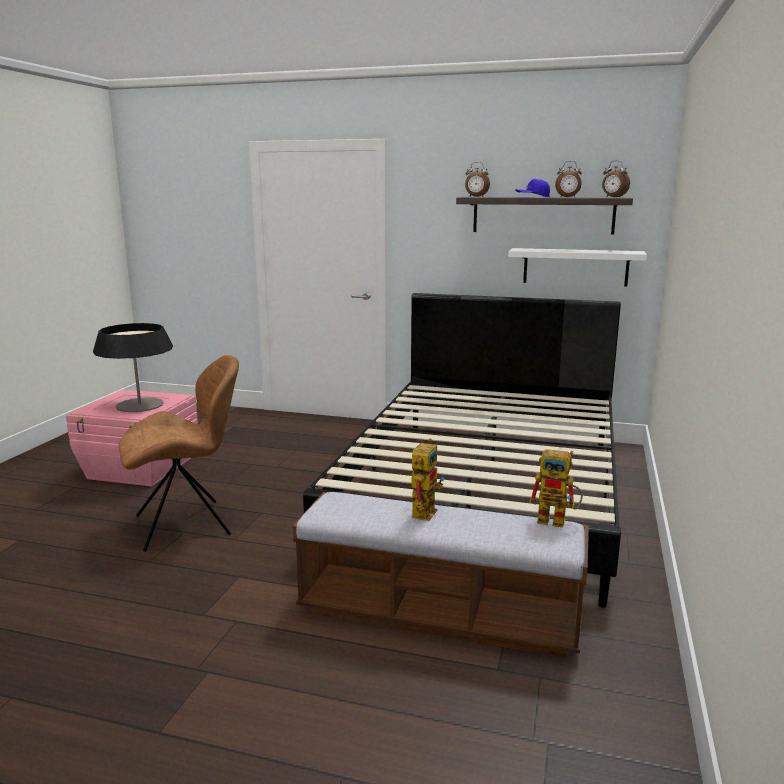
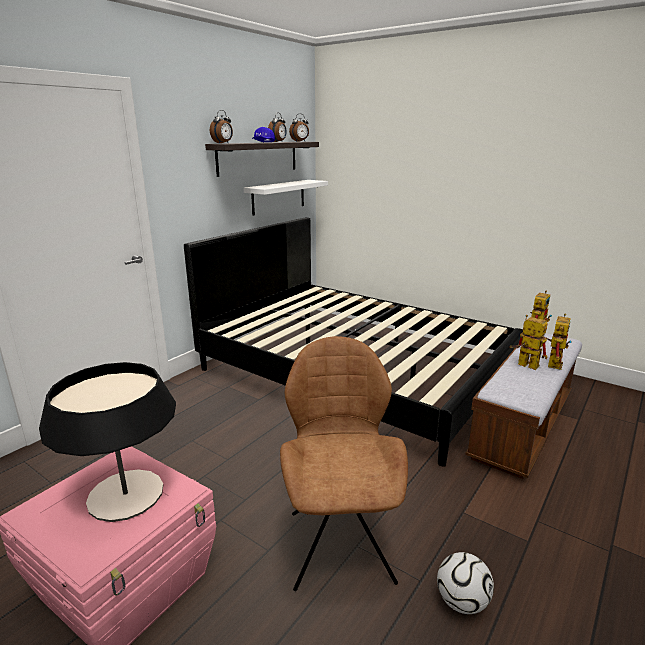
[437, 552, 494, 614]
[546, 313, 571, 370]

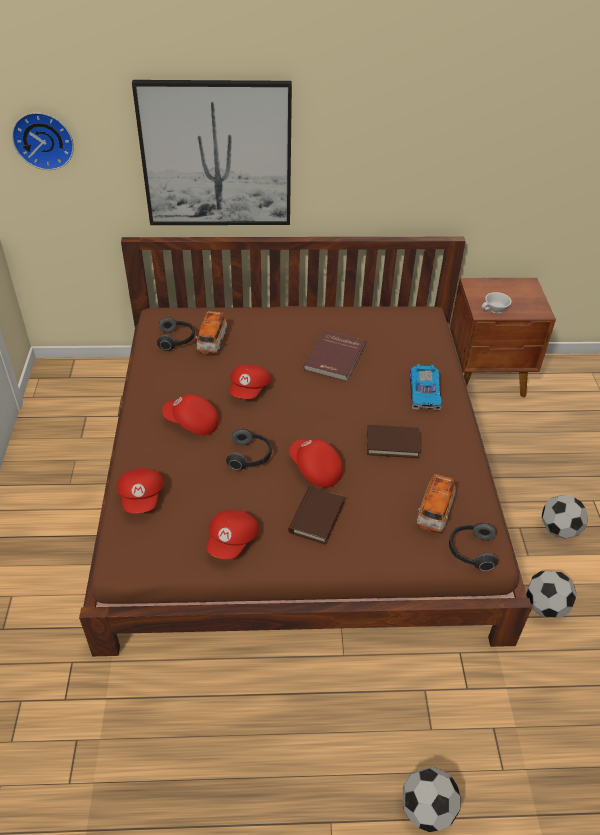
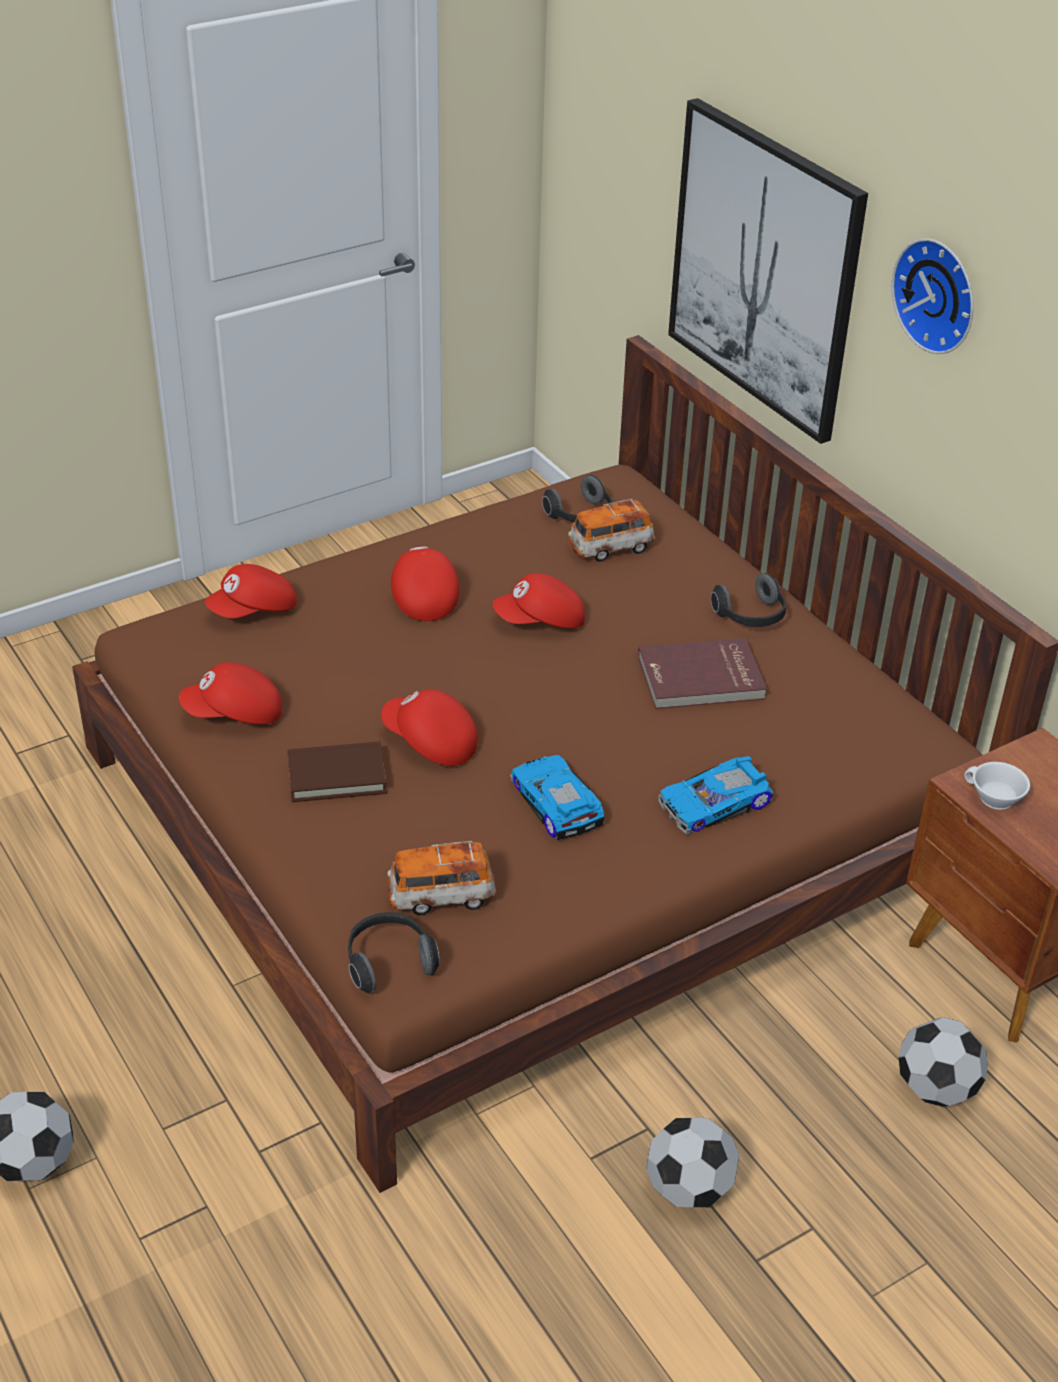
[381, 689, 478, 766]
[510, 755, 604, 840]
[711, 573, 786, 627]
[892, 238, 974, 354]
[899, 1017, 988, 1107]

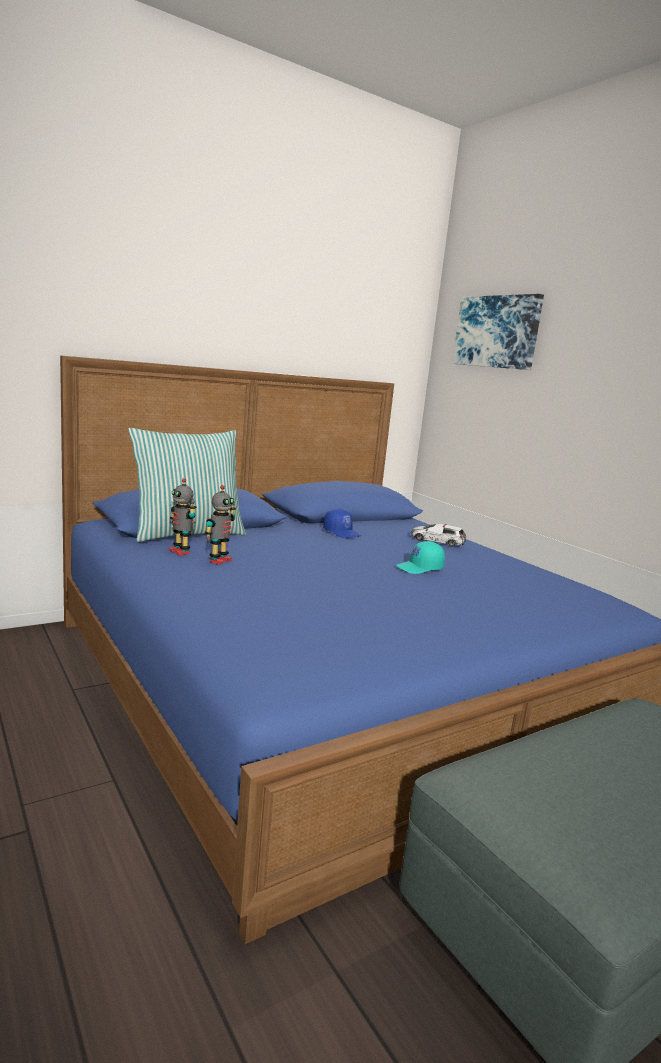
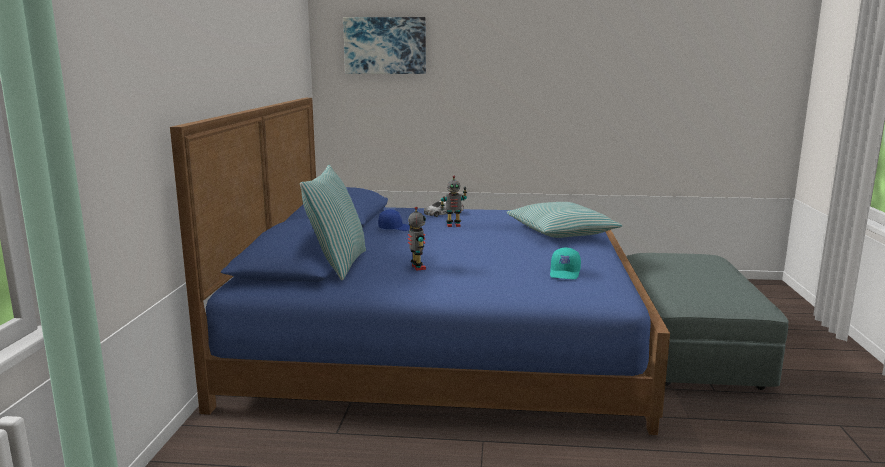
[440, 176, 467, 227]
[506, 202, 622, 238]
[550, 247, 581, 279]

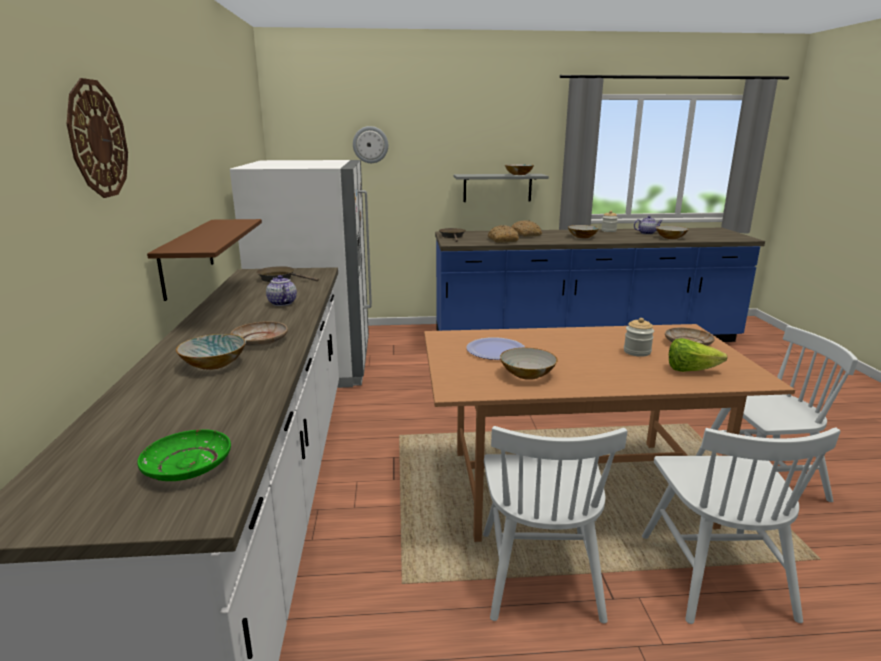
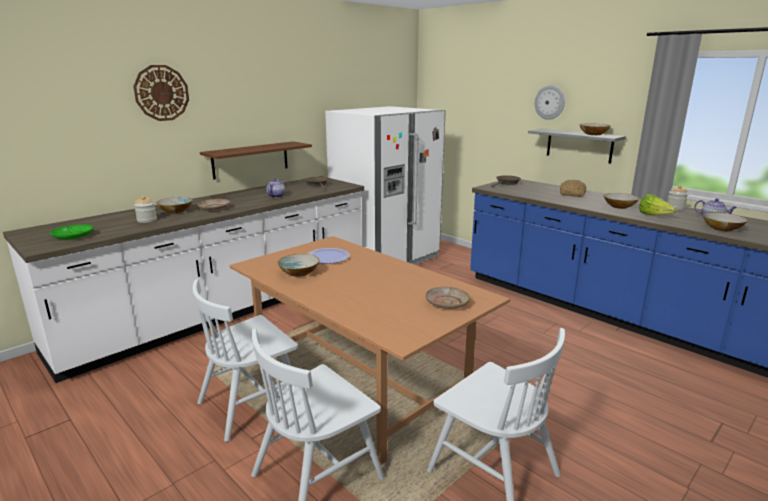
[134, 196, 157, 223]
[535, 86, 565, 120]
[639, 194, 677, 215]
[488, 225, 519, 243] (first image)

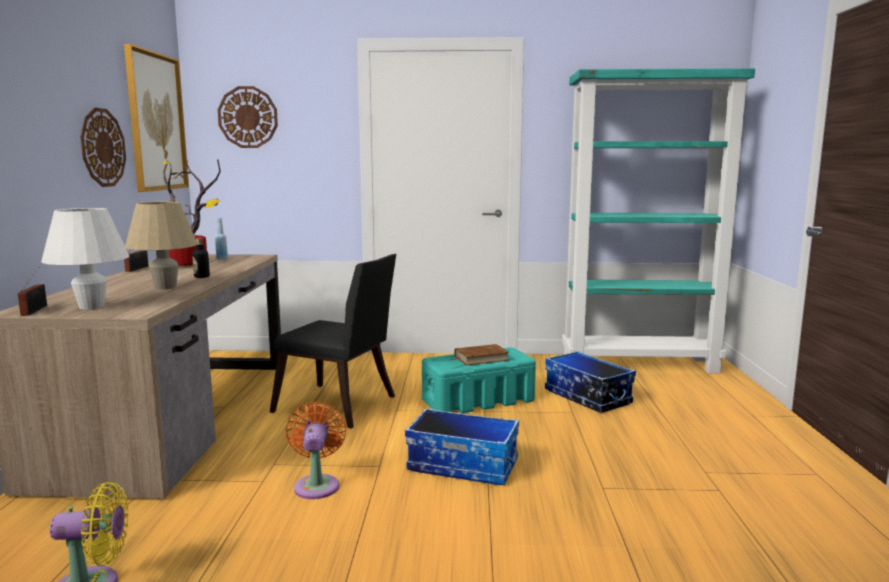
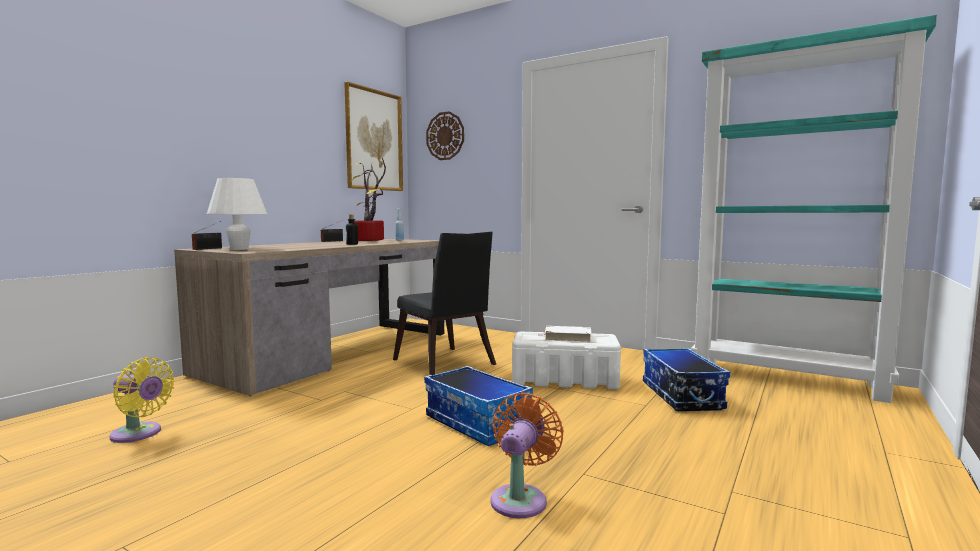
[491, 393, 564, 518]
[512, 332, 621, 389]
[544, 326, 592, 342]
[80, 108, 126, 187] (first image)
[125, 202, 198, 290] (first image)

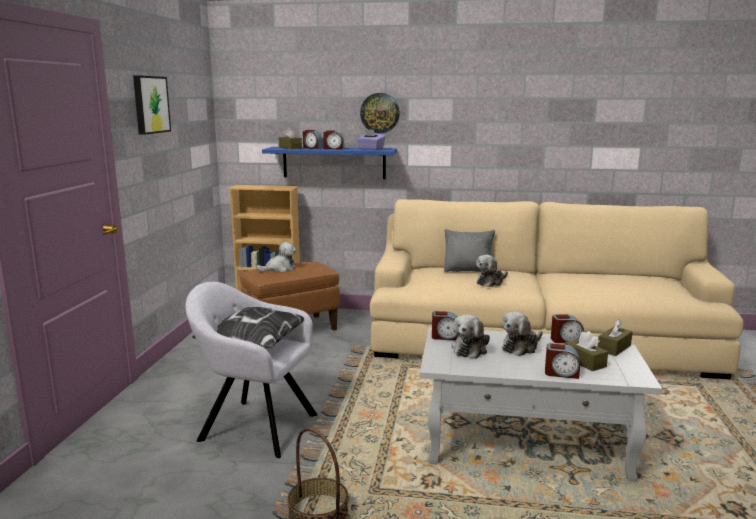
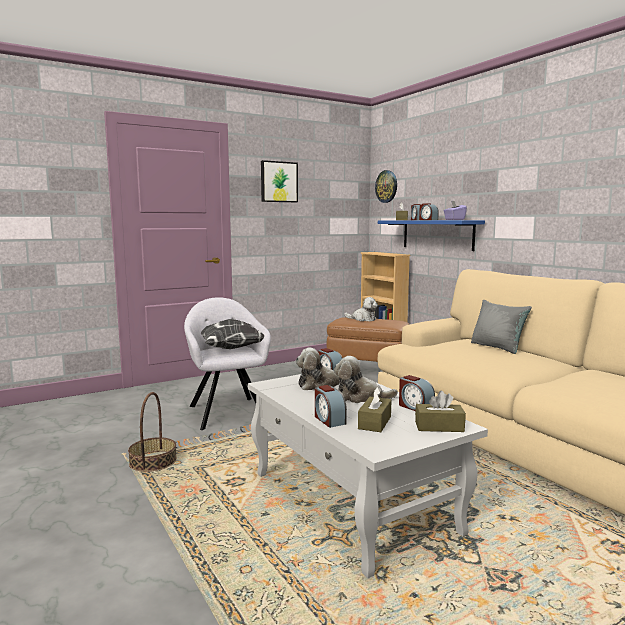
[375, 170, 397, 203]
[476, 255, 508, 287] (first image)

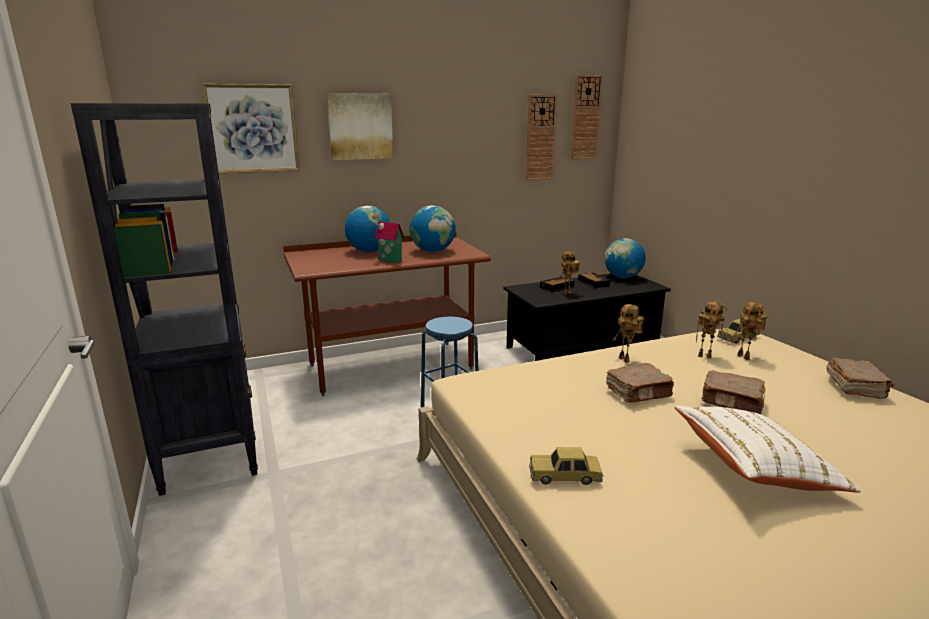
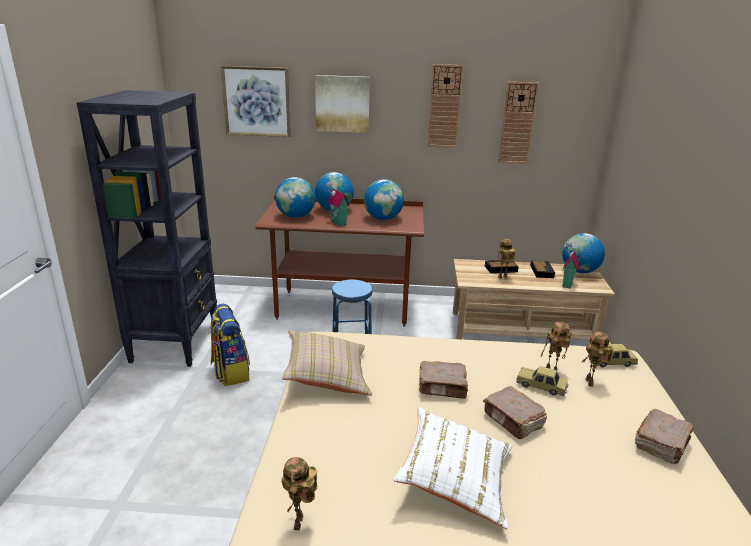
[211, 304, 250, 386]
[275, 177, 316, 218]
[281, 457, 318, 530]
[282, 330, 372, 396]
[428, 64, 464, 148]
[453, 259, 615, 340]
[516, 366, 568, 396]
[562, 242, 579, 289]

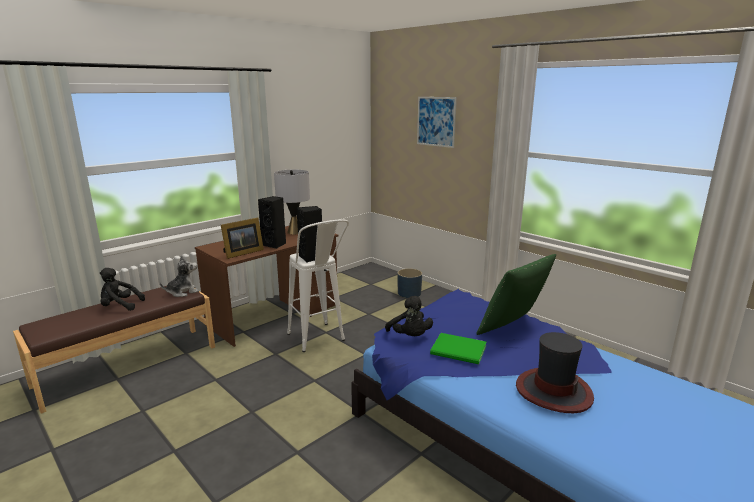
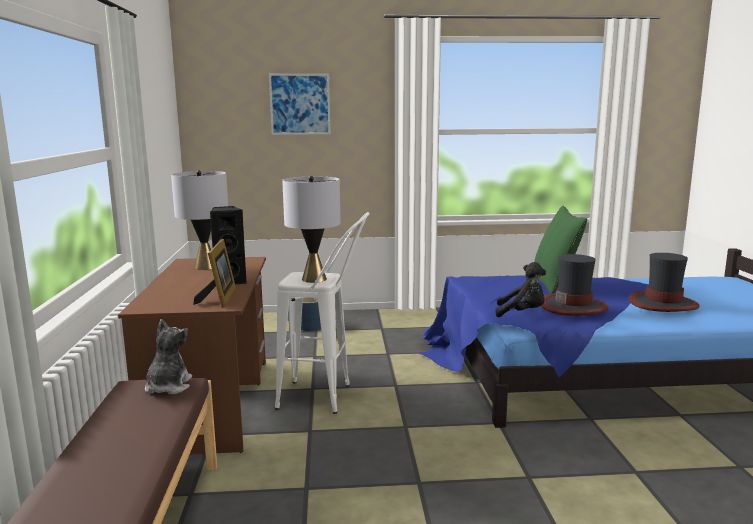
[282, 176, 341, 283]
[541, 254, 609, 316]
[100, 268, 145, 311] (first image)

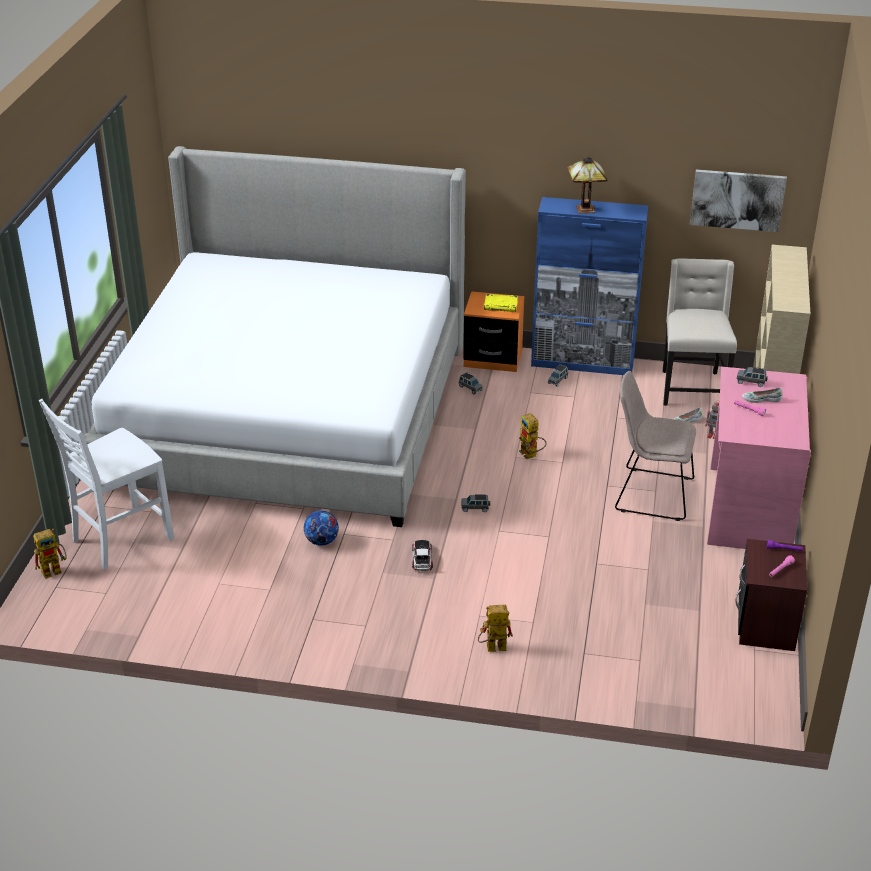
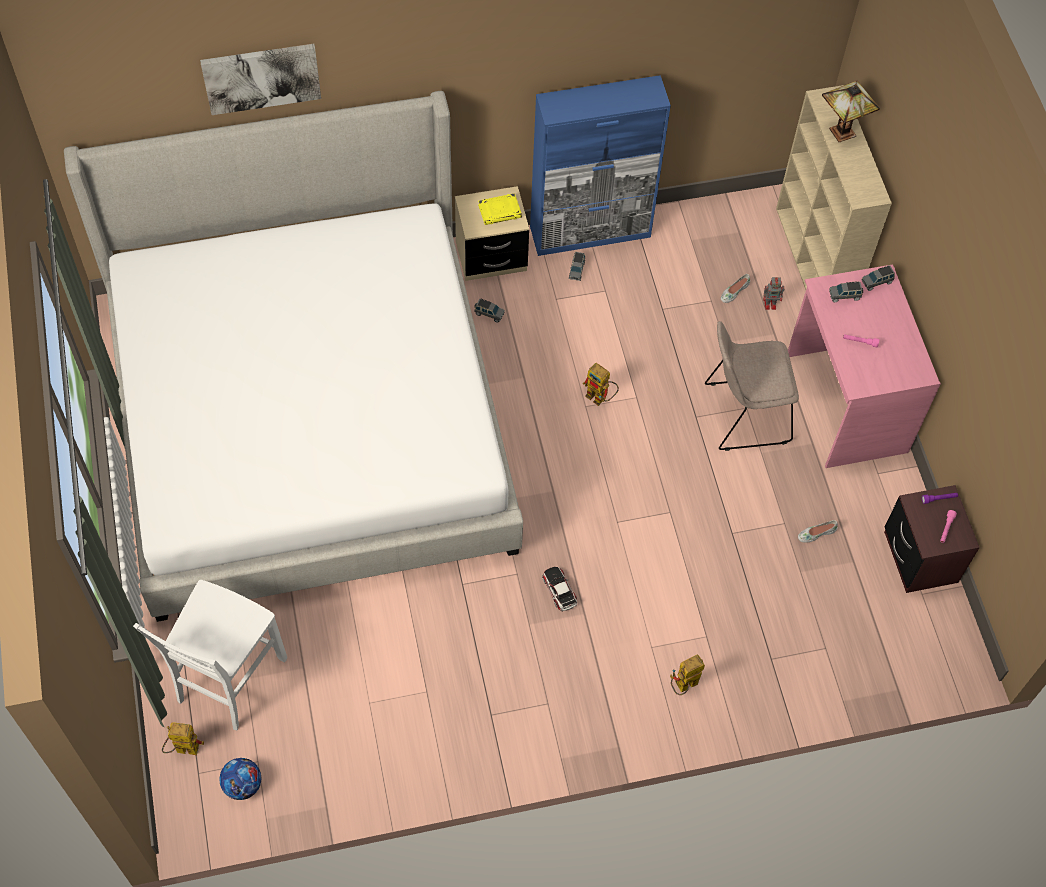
[162, 722, 204, 755]
[200, 43, 321, 115]
[220, 758, 261, 800]
[455, 186, 529, 281]
[798, 520, 838, 543]
[822, 80, 880, 143]
[861, 265, 895, 291]
[663, 258, 737, 406] (first image)

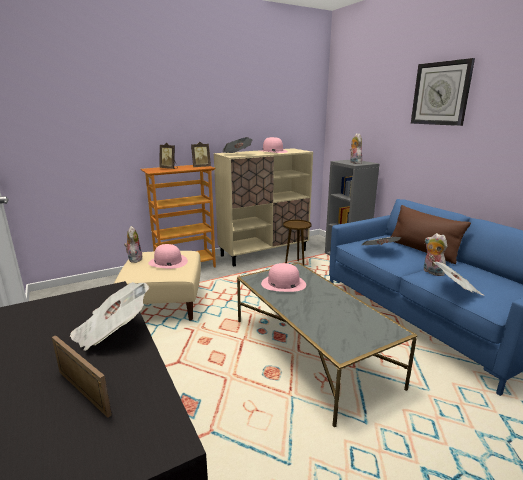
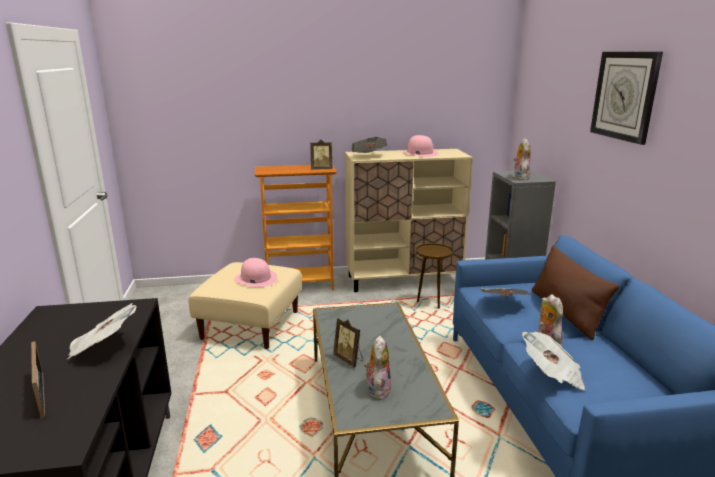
[333, 318, 363, 367]
[364, 336, 391, 400]
[261, 263, 306, 292] (first image)

